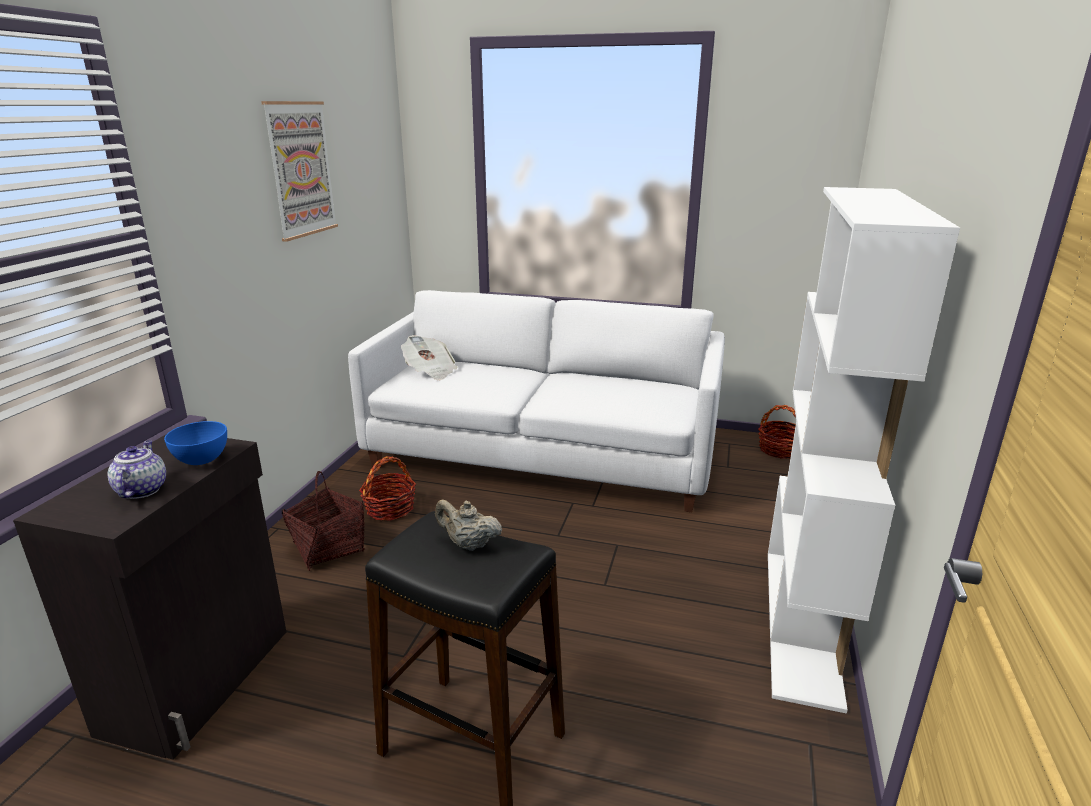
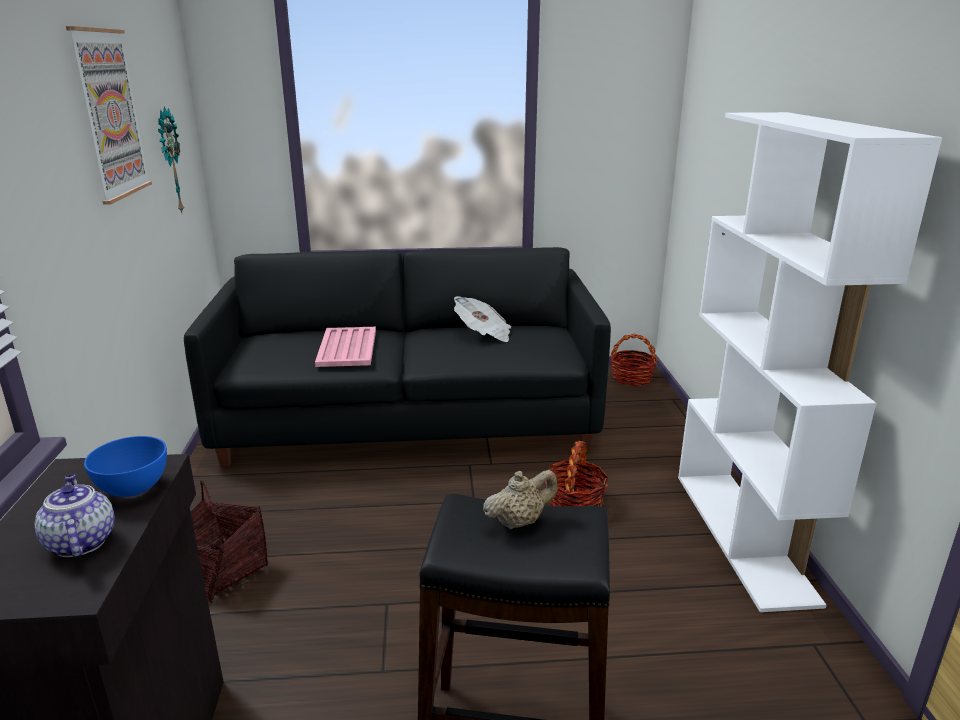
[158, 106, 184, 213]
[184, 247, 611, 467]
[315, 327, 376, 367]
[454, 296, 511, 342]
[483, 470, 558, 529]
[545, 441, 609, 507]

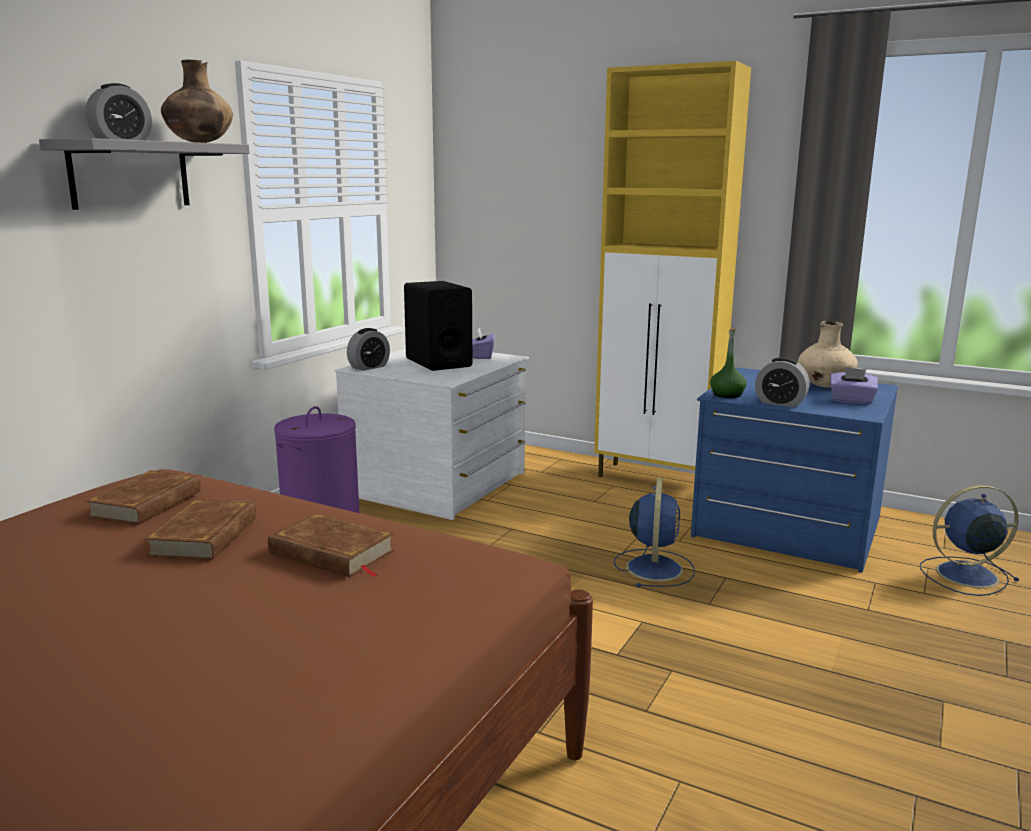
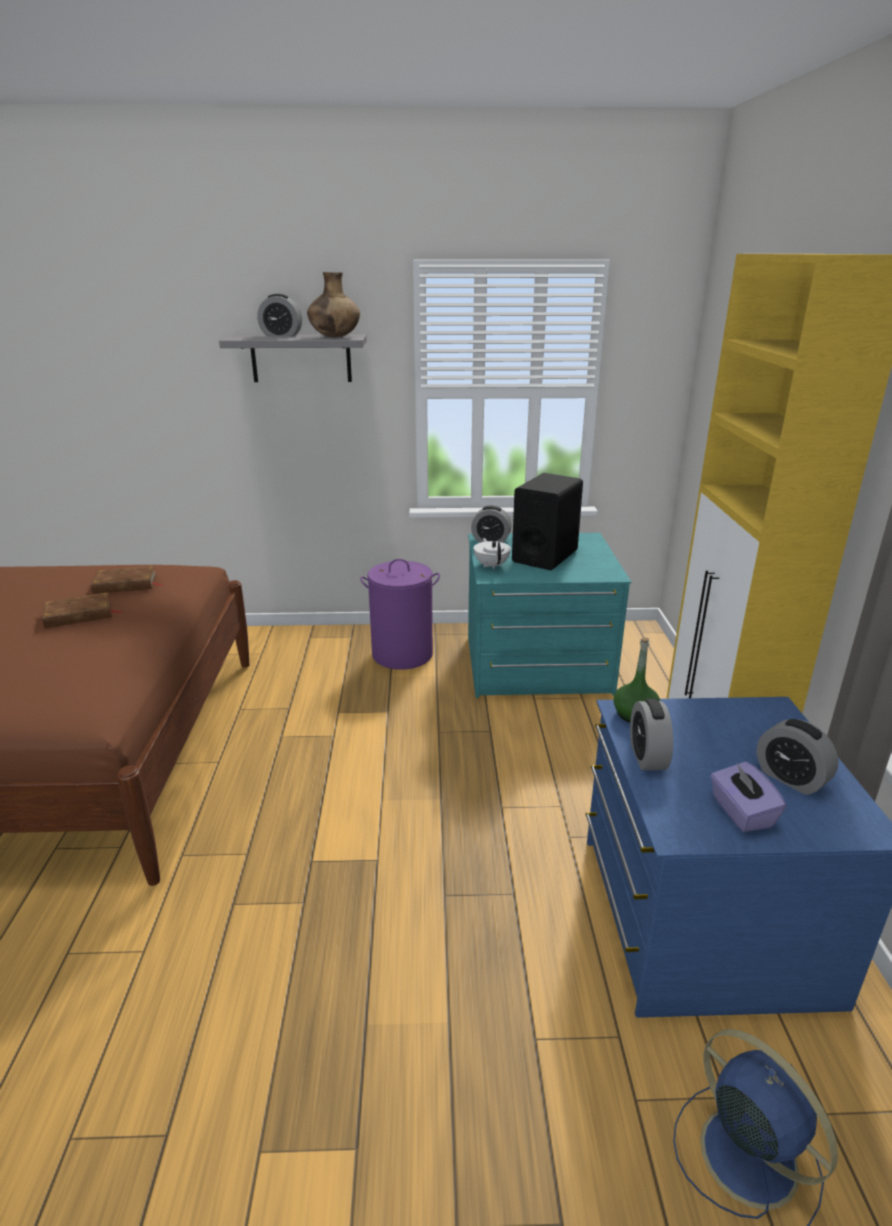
[468, 533, 631, 698]
[474, 538, 511, 569]
[756, 719, 839, 795]
[268, 513, 395, 578] (first image)
[472, 327, 495, 359] (first image)
[614, 478, 695, 587] (first image)

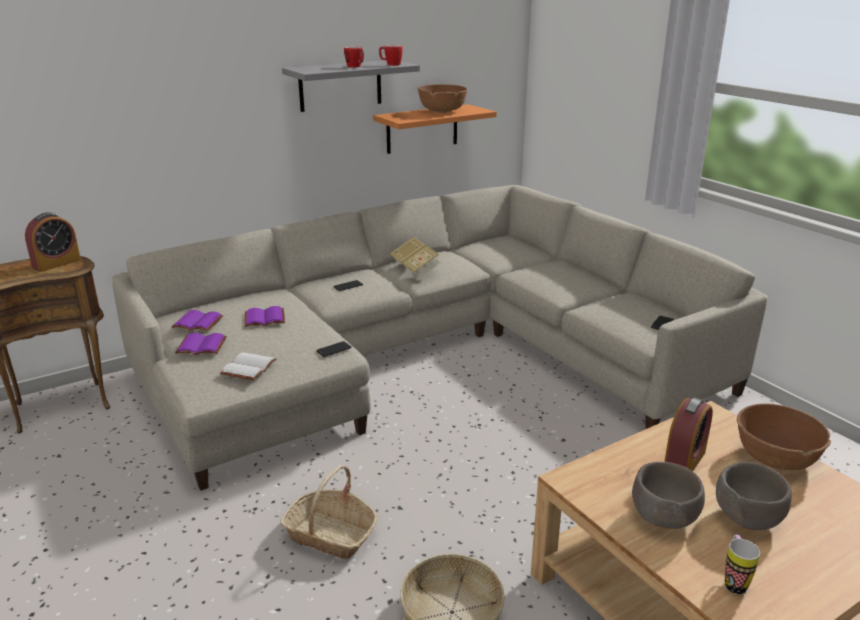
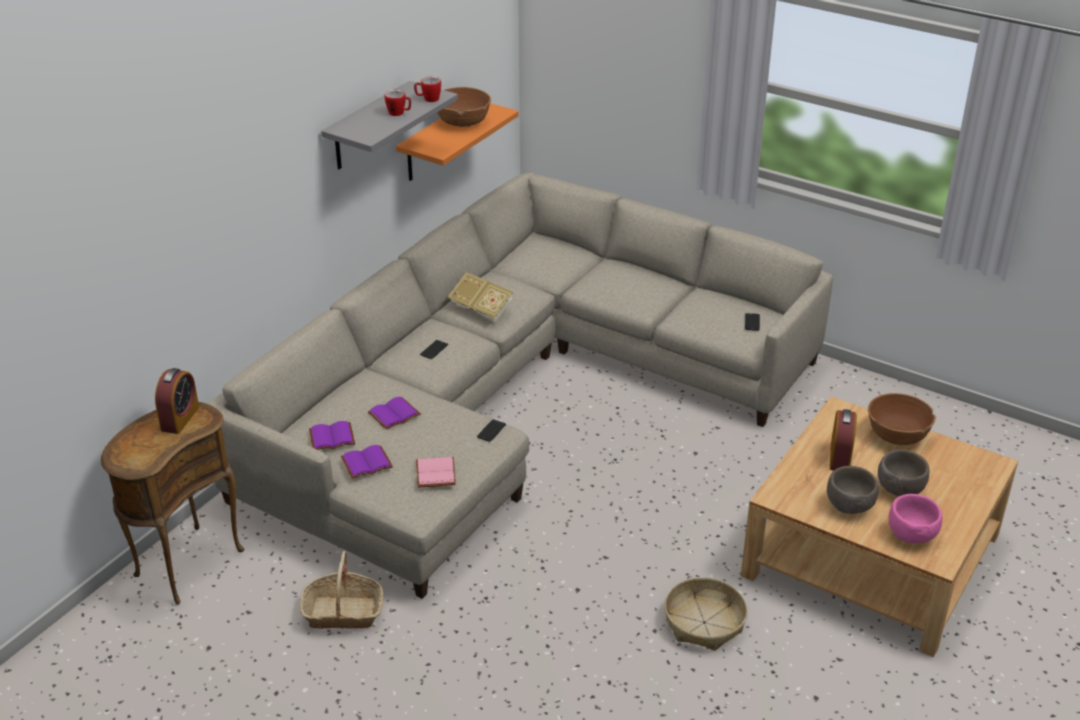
[300, 551, 383, 629]
[416, 457, 456, 488]
[888, 494, 942, 543]

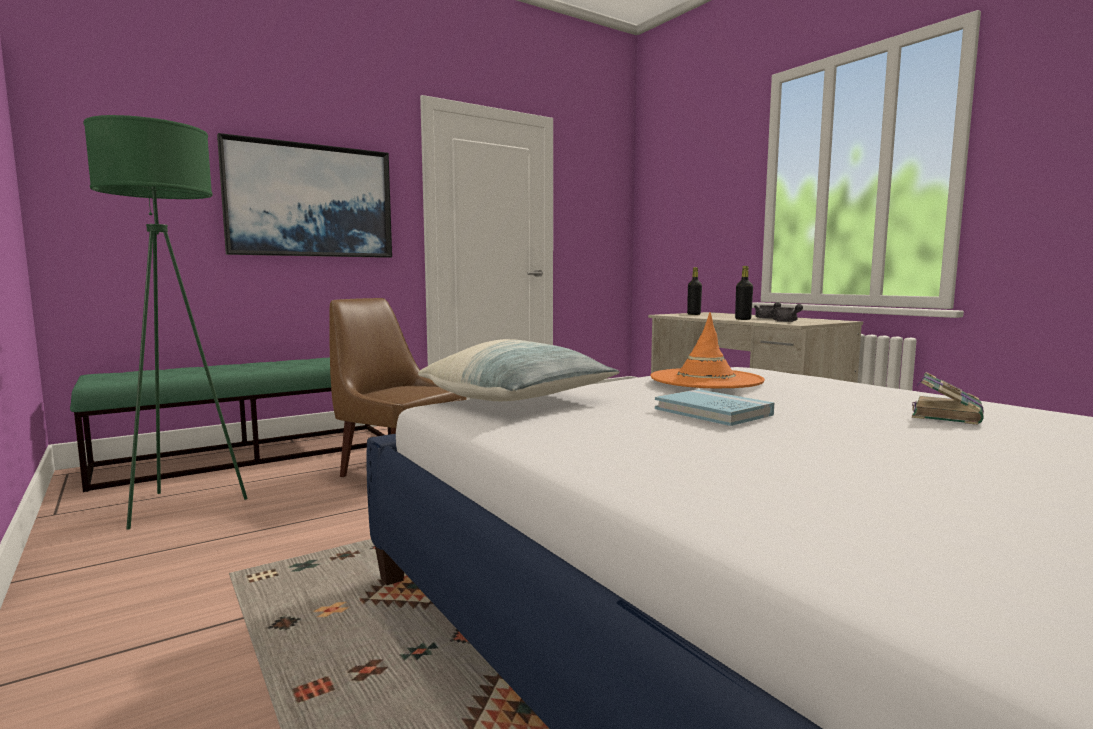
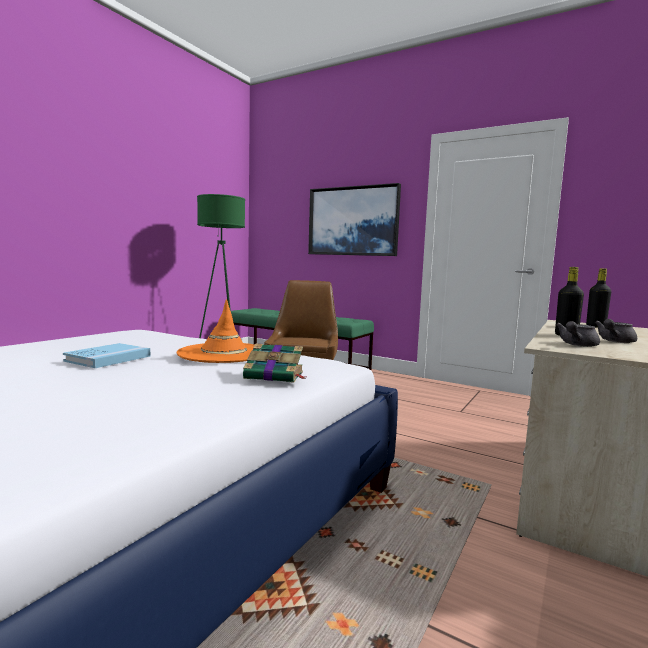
[243, 343, 306, 383]
[418, 339, 620, 401] (first image)

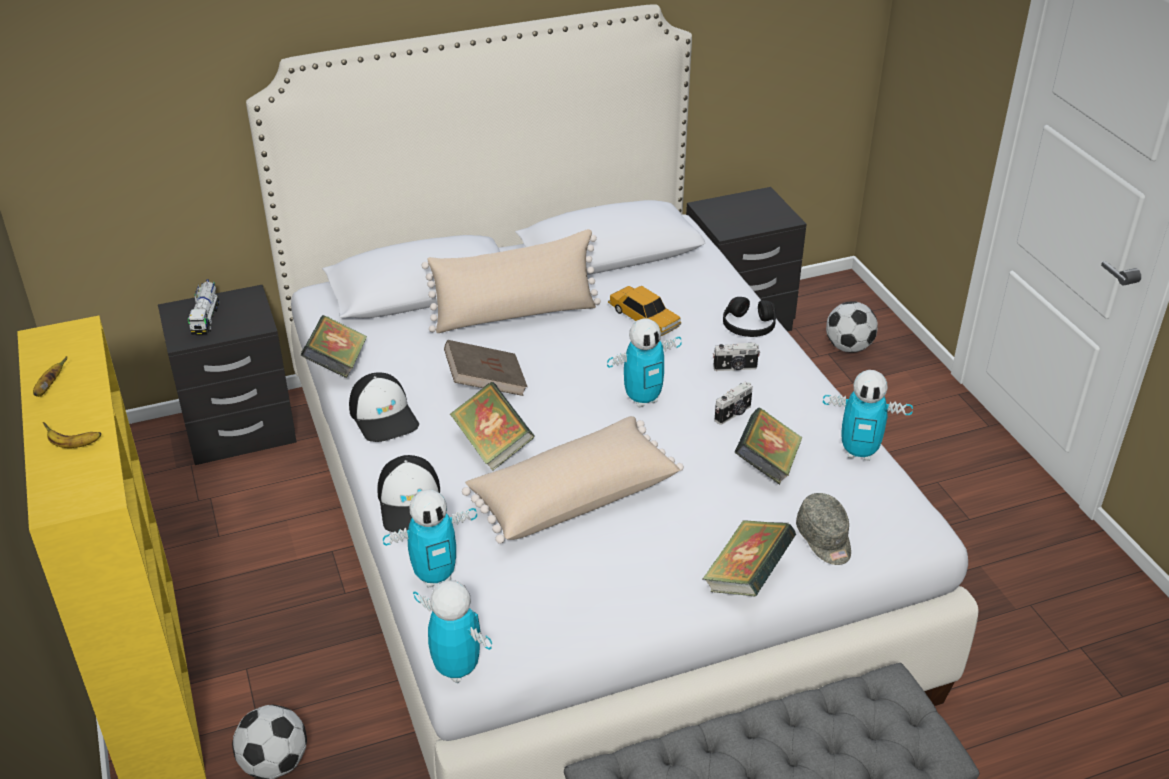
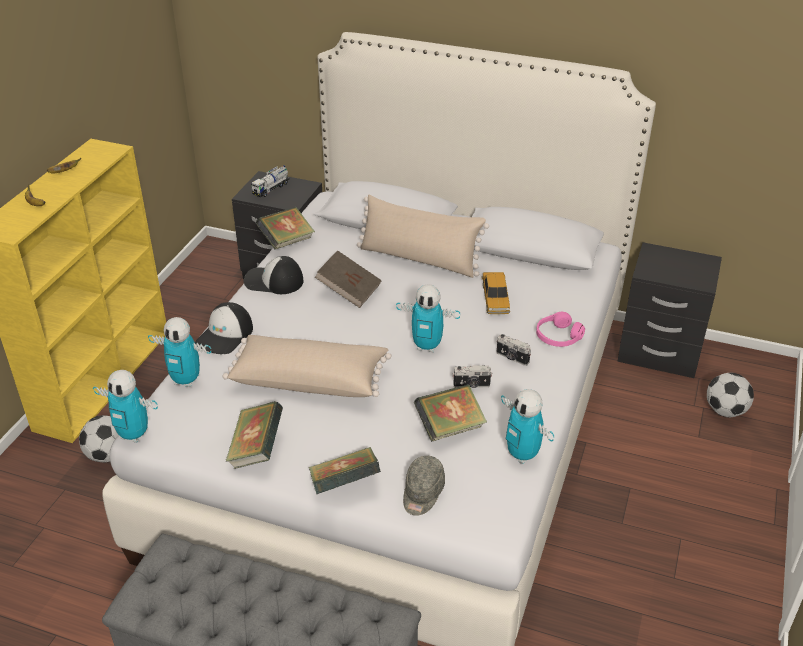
[93, 370, 158, 443]
[225, 401, 283, 469]
[244, 256, 303, 294]
[536, 312, 585, 347]

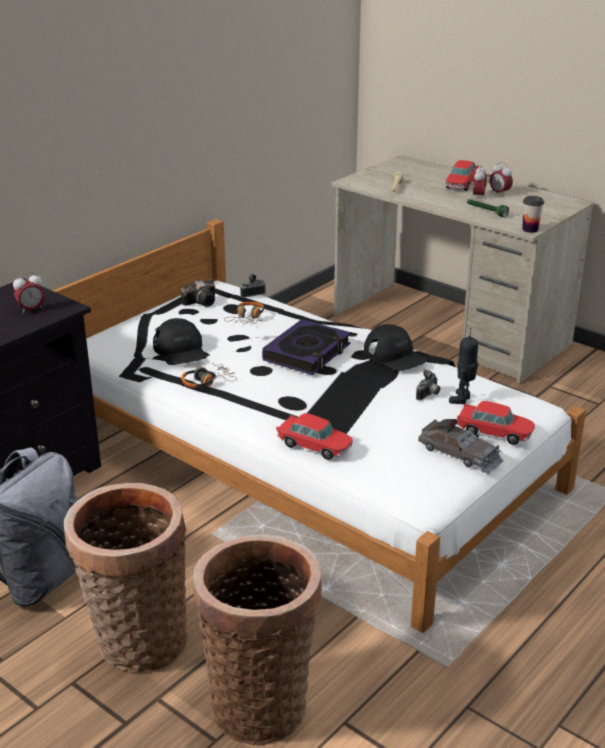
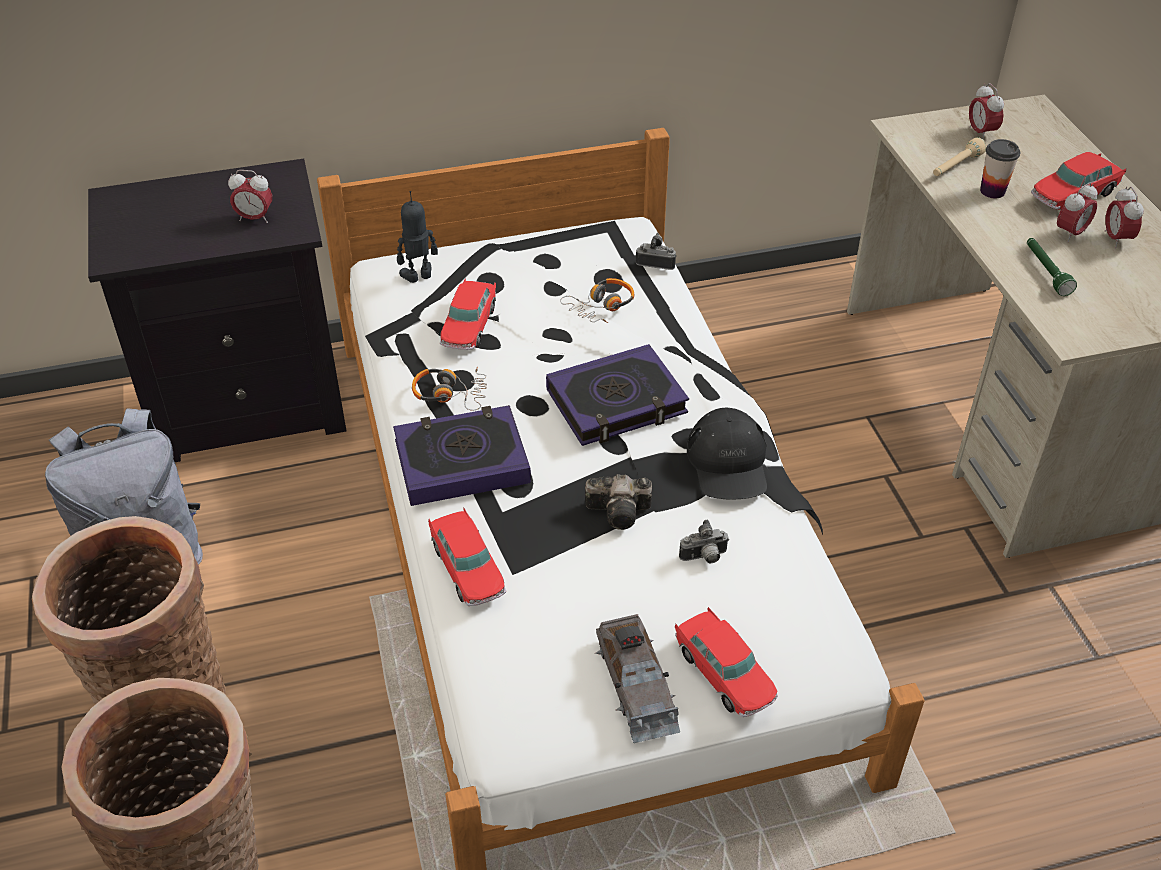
[393, 405, 531, 506]
[397, 191, 438, 283]
[440, 278, 496, 350]
[585, 474, 652, 530]
[969, 83, 1004, 139]
[980, 139, 1020, 199]

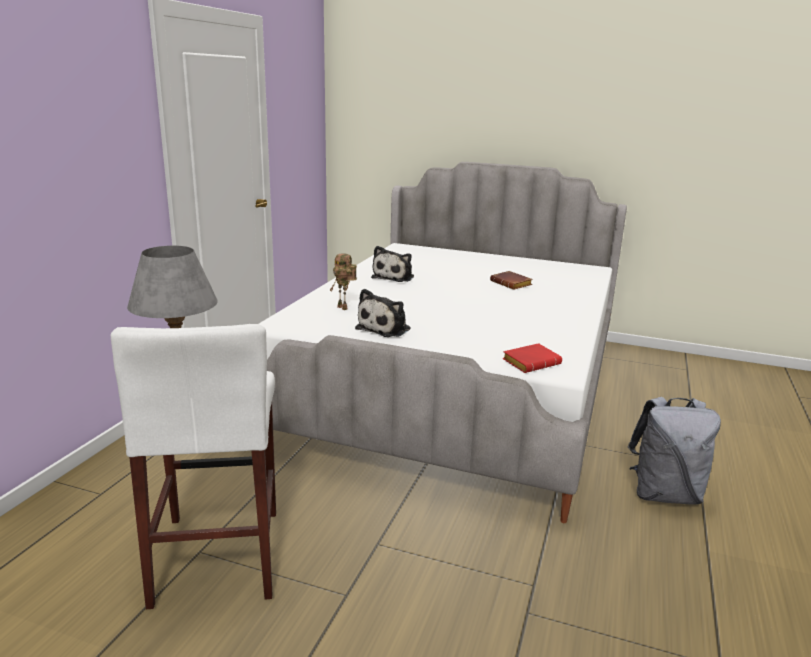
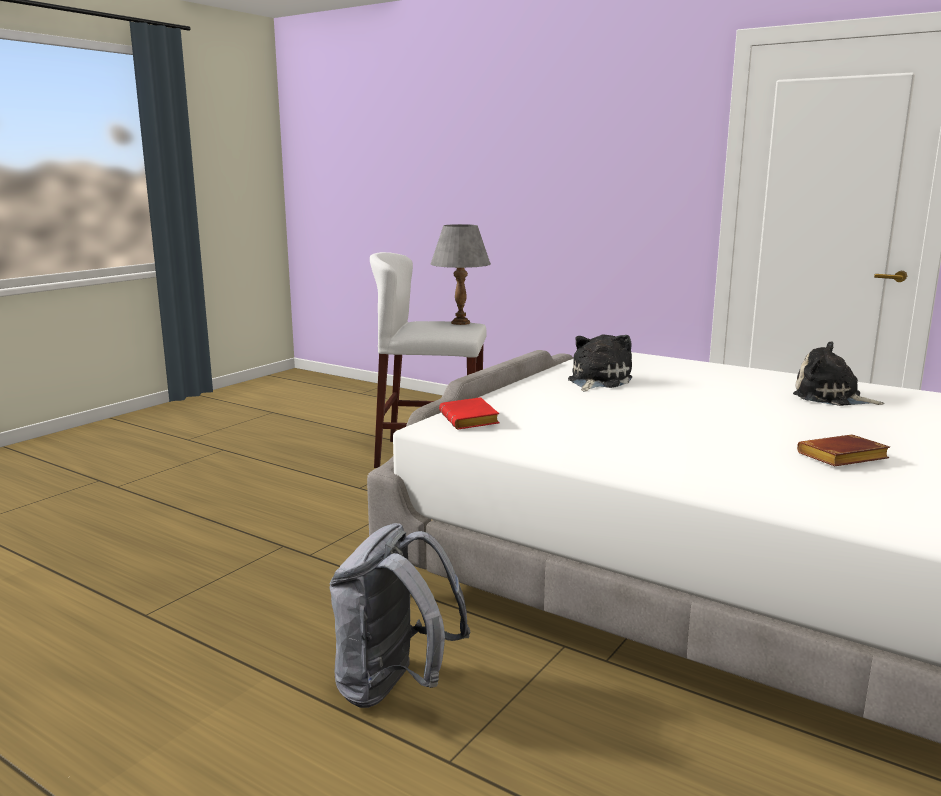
[568, 334, 632, 392]
[330, 253, 357, 310] (first image)

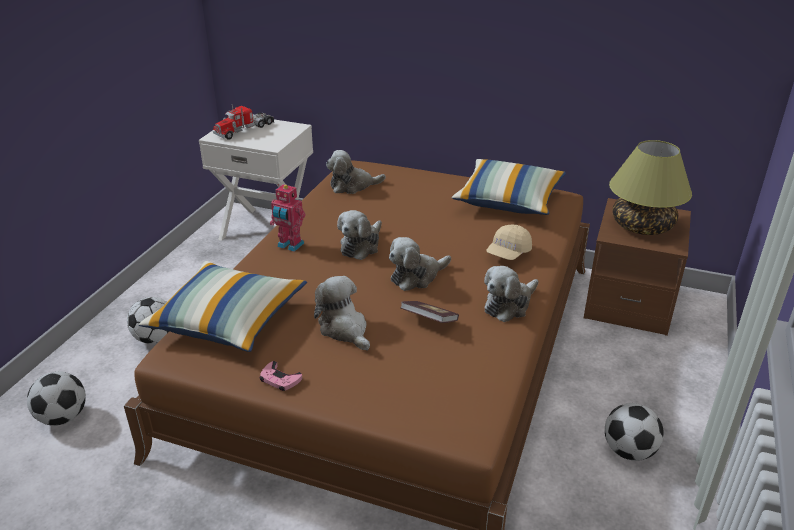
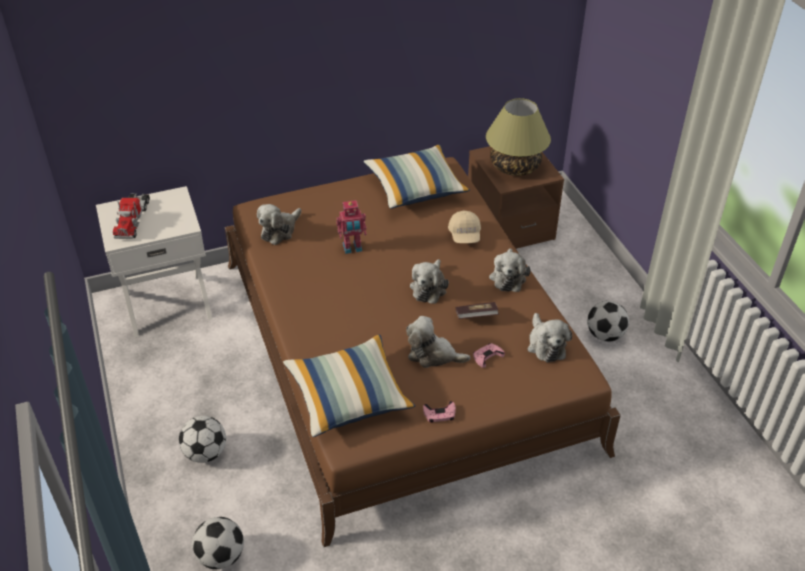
[336, 200, 367, 254]
[473, 343, 505, 368]
[528, 313, 572, 363]

